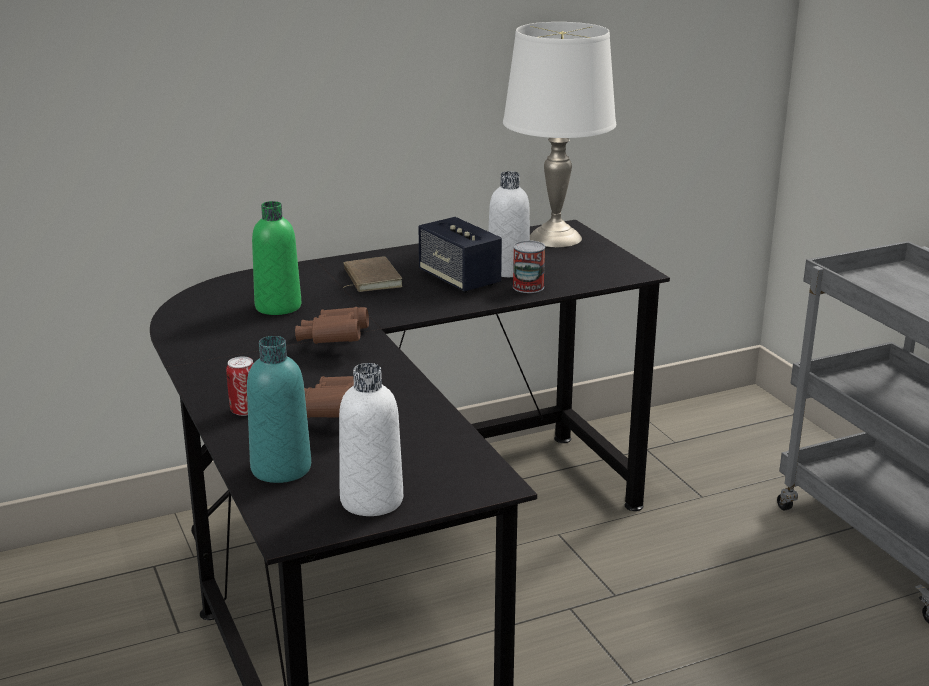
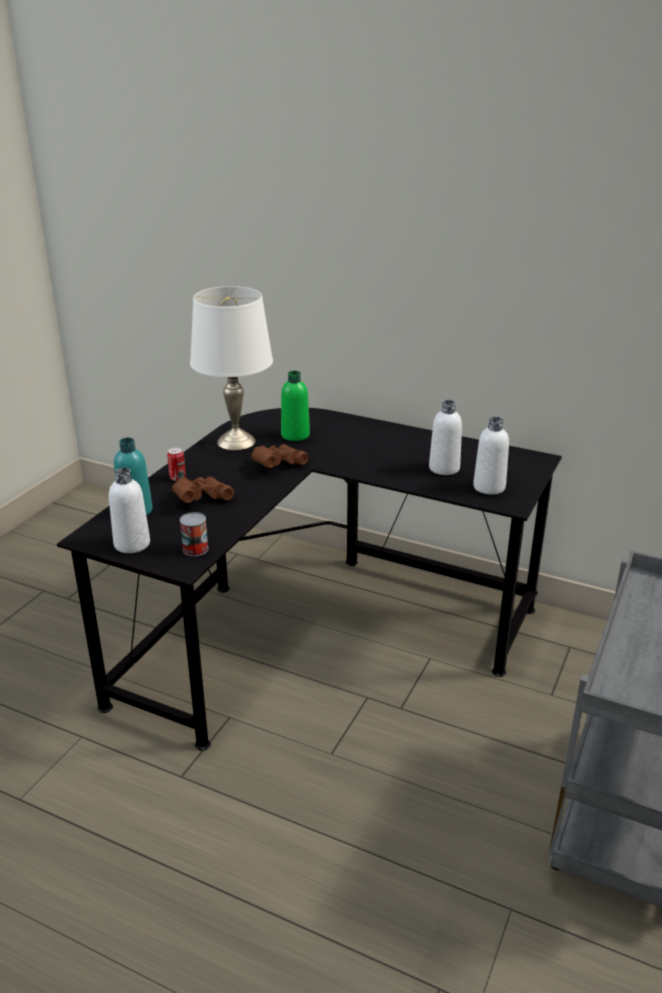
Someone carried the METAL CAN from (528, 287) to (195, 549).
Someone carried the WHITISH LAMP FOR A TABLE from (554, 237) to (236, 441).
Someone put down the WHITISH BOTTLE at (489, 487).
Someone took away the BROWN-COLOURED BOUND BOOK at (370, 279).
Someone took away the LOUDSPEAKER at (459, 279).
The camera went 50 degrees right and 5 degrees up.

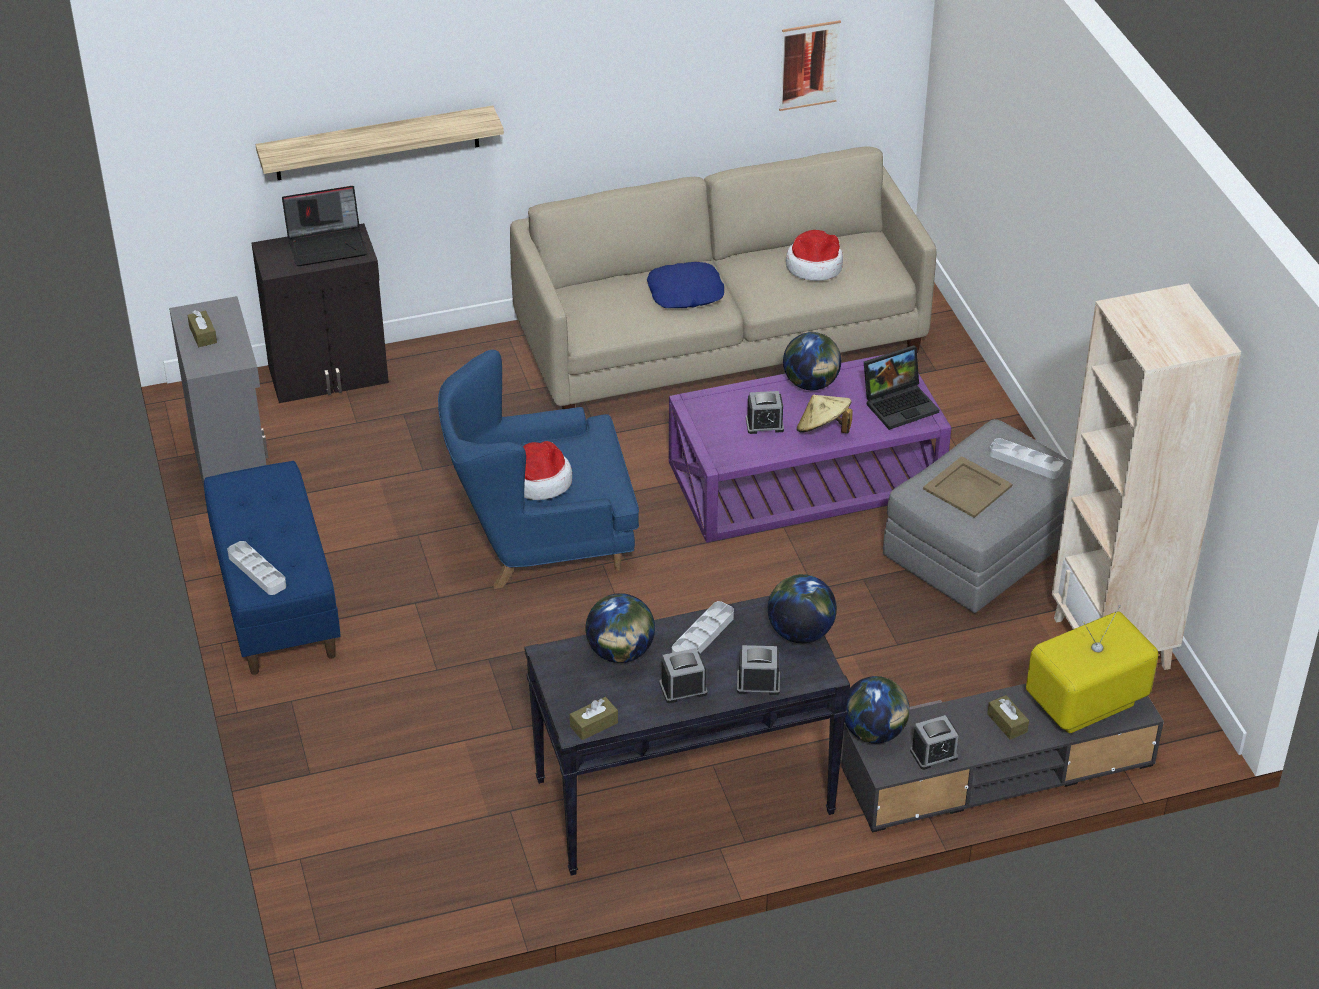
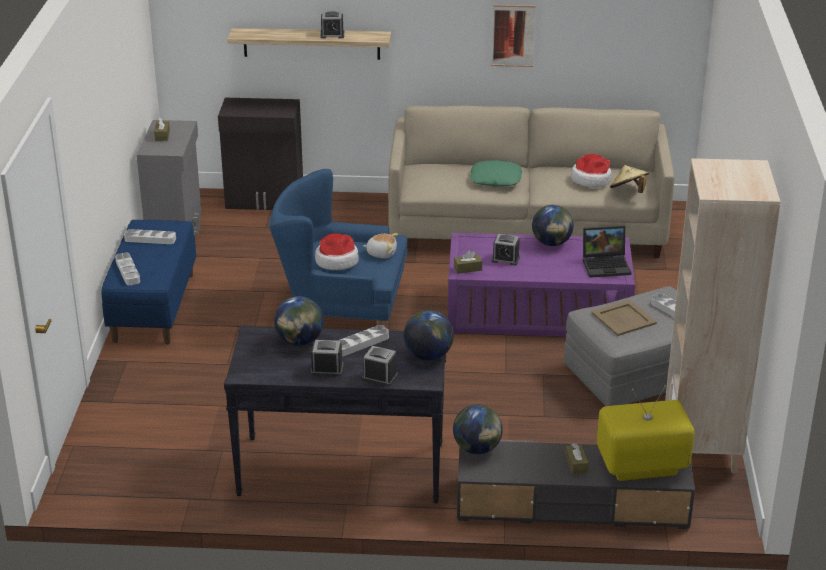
Someone put down the GREYISH CARRYING TRAY at (150, 239).
Someone carried the BEDSIDE CLOCK from (934, 754) to (332, 35).
Someone put down the SOFT TOY at (381, 253).
Someone carried the BROWN-COLOURED TISSUE BOX from (594, 724) to (467, 268).
Someone repainted the BLUE CUSHION at (685, 293), which became the GREEN CUSHION at (495, 179).
Someone carried the WALL PICTURE from (809, 65) to (513, 35).
Someone carried the SAND-COLOURED CLOTHING HAT from (823, 430) to (628, 191).
Someone took away the PORTABLE COMPUTER at (328, 244).
The camera went 20 degrees right and 10 degrees down.

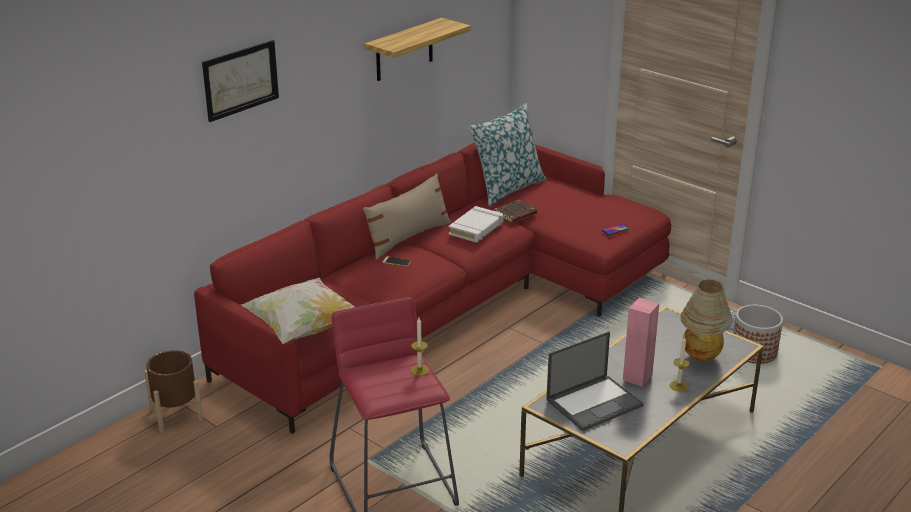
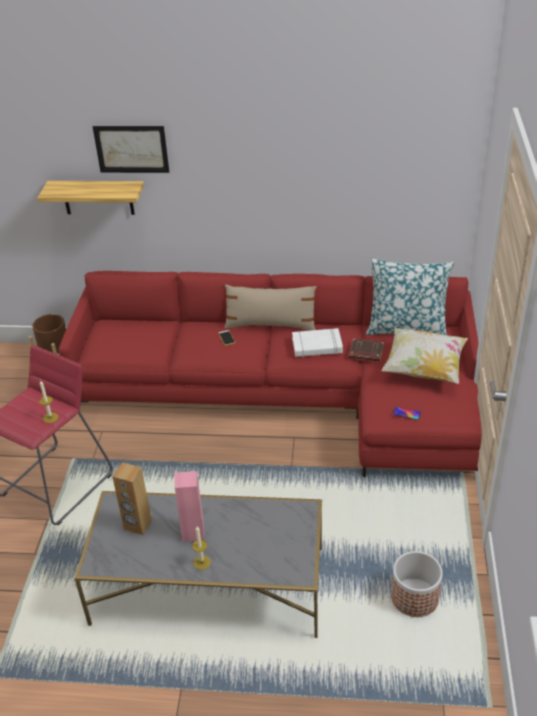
Someone carried the BRACKET SHELF from (404, 50) to (98, 197).
Someone swapped the PORTABLE COMPUTER at (595, 402) for the BROWN-COLOURED LOUDSPEAKER at (137, 525).
Someone carried the CUSHION from (303, 329) to (424, 369).
Someone took away the LAMP FOR A TABLE at (701, 356).
The camera went 55 degrees right and 10 degrees up.

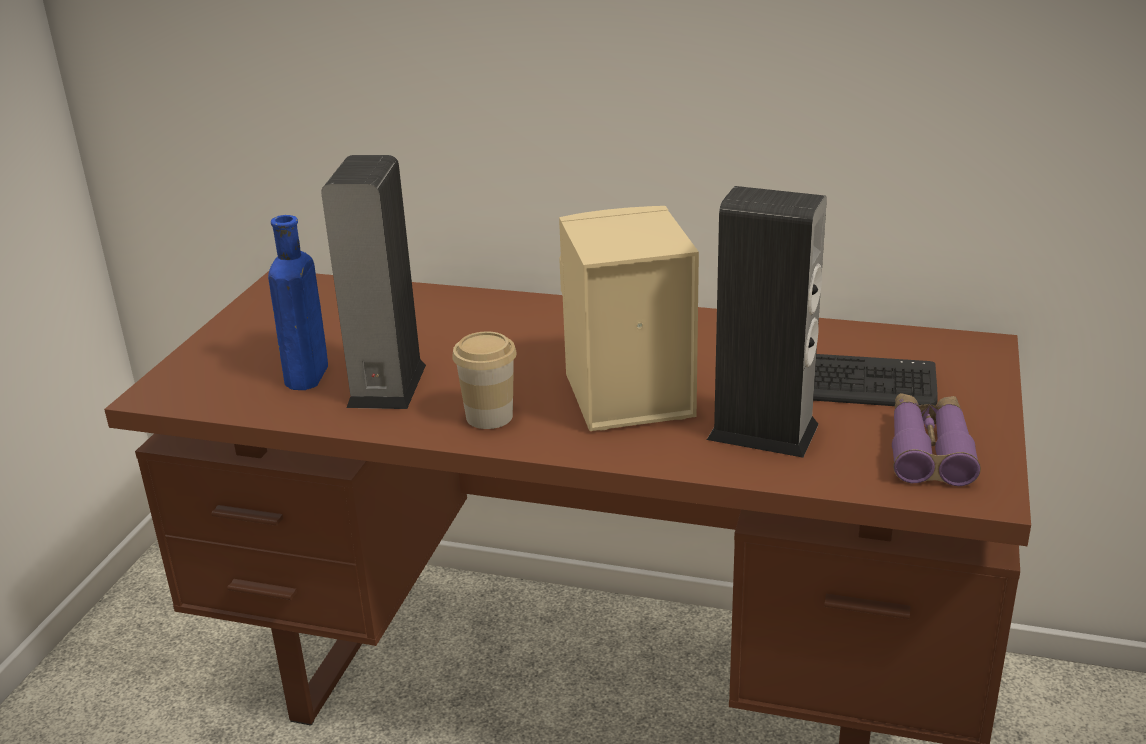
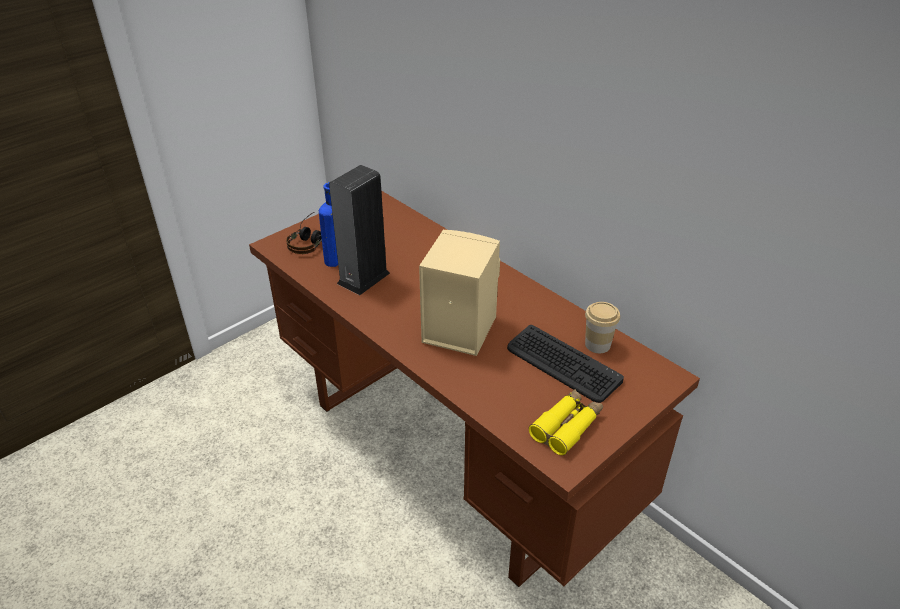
Someone put down the HEADPHONES at (308, 241).
Someone repainted the PURPLISH BINOCULARS at (929, 450), which became the YELLOW-COLOURED BINOCULARS at (567, 426).
Someone carried the SMALL CUP from (489, 416) to (597, 344).
Someone took away the LOUDSPEAKER at (762, 431).
The camera went 30 degrees right and 10 degrees up.

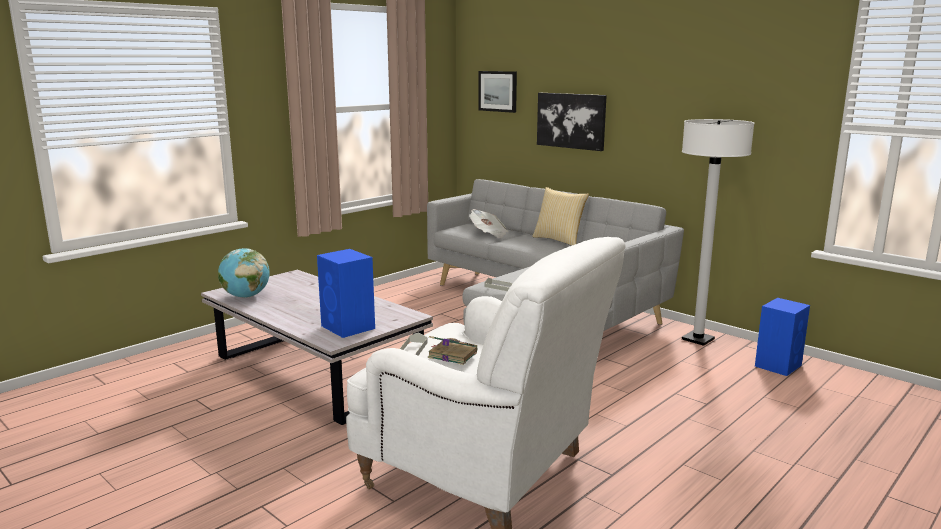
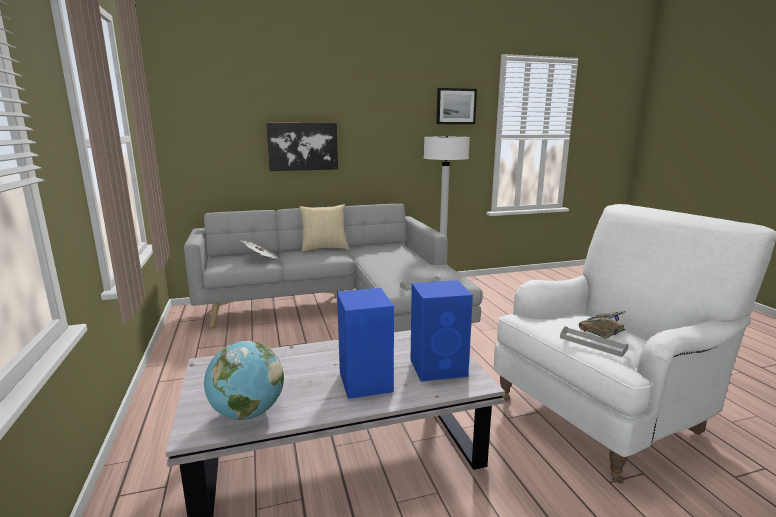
Someone carried the BLUE LOUDSPEAKER from (778, 365) to (365, 380).
Someone carried the WALL PICTURE from (498, 91) to (456, 106).
The camera went 60 degrees left and 0 degrees up.

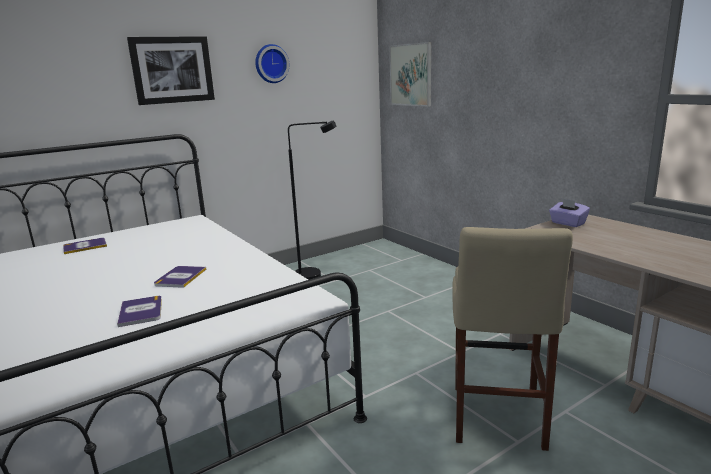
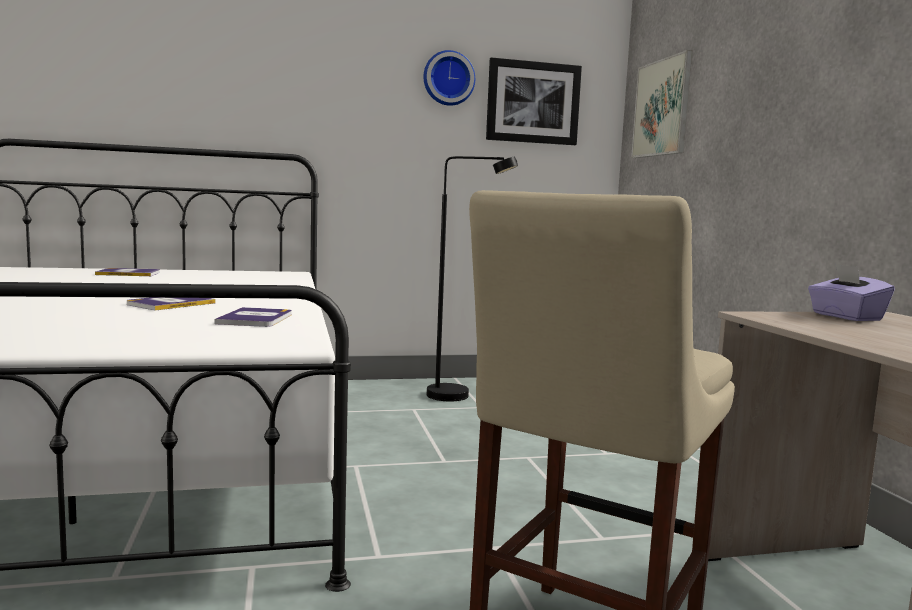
Someone carried the BOUND BOOK from (141, 311) to (255, 319).
Someone carried the WALL PICTURE from (172, 70) to (533, 102).
The camera went 20 degrees right and 10 degrees down.

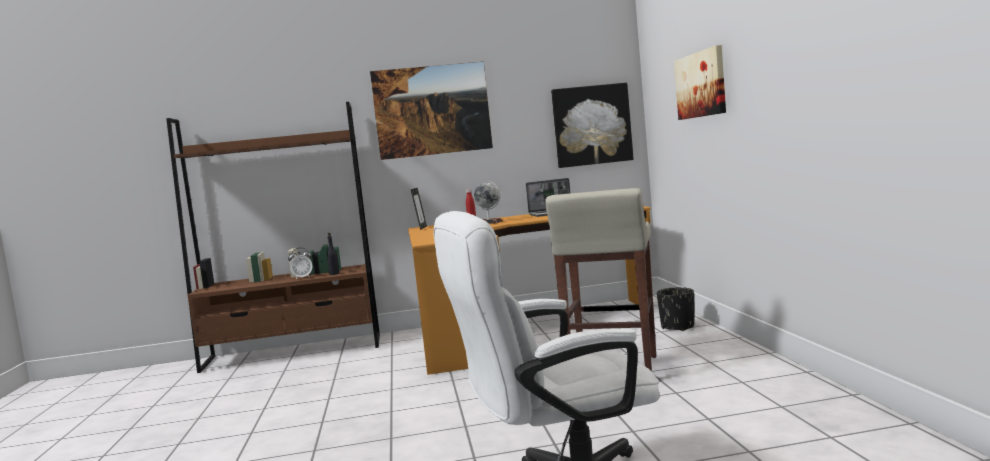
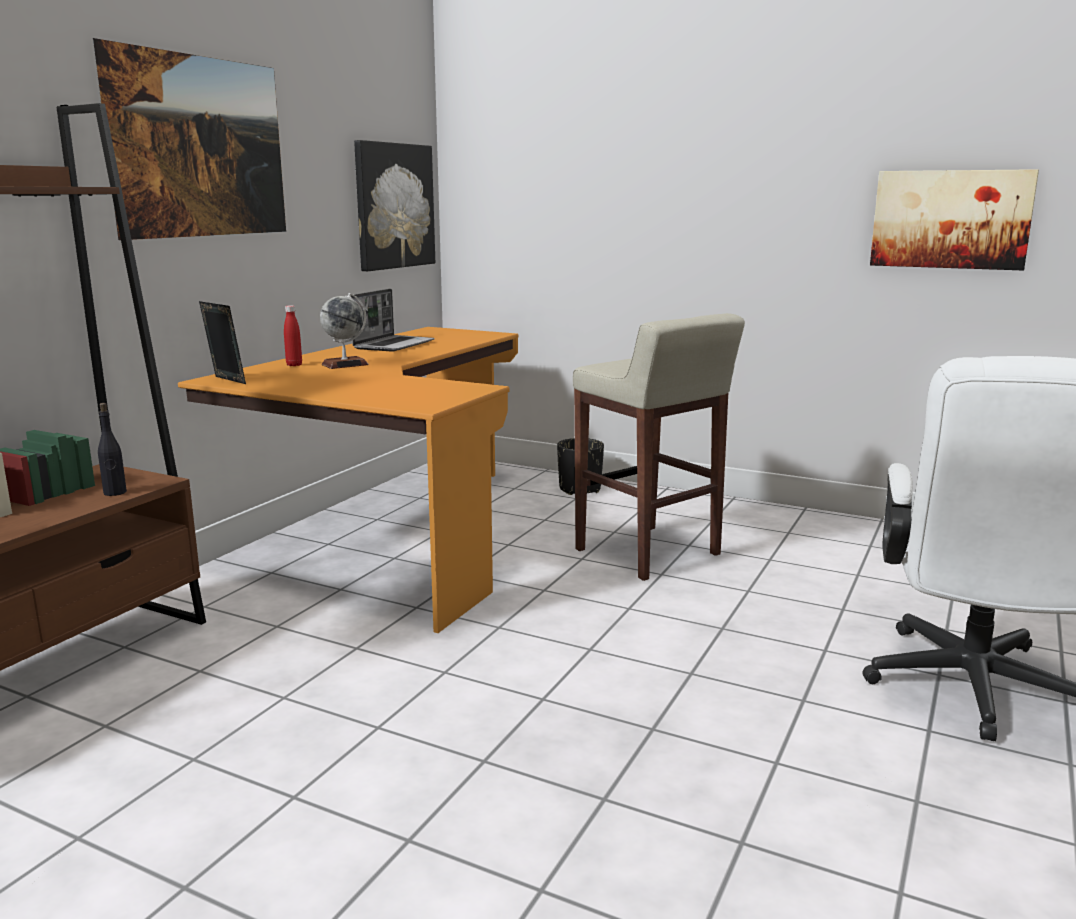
Someone carried the WALL PICTURE from (701, 84) to (950, 219).
Someone took away the BEDSIDE CLOCK at (302, 278).
The camera went 55 degrees left and 10 degrees up.

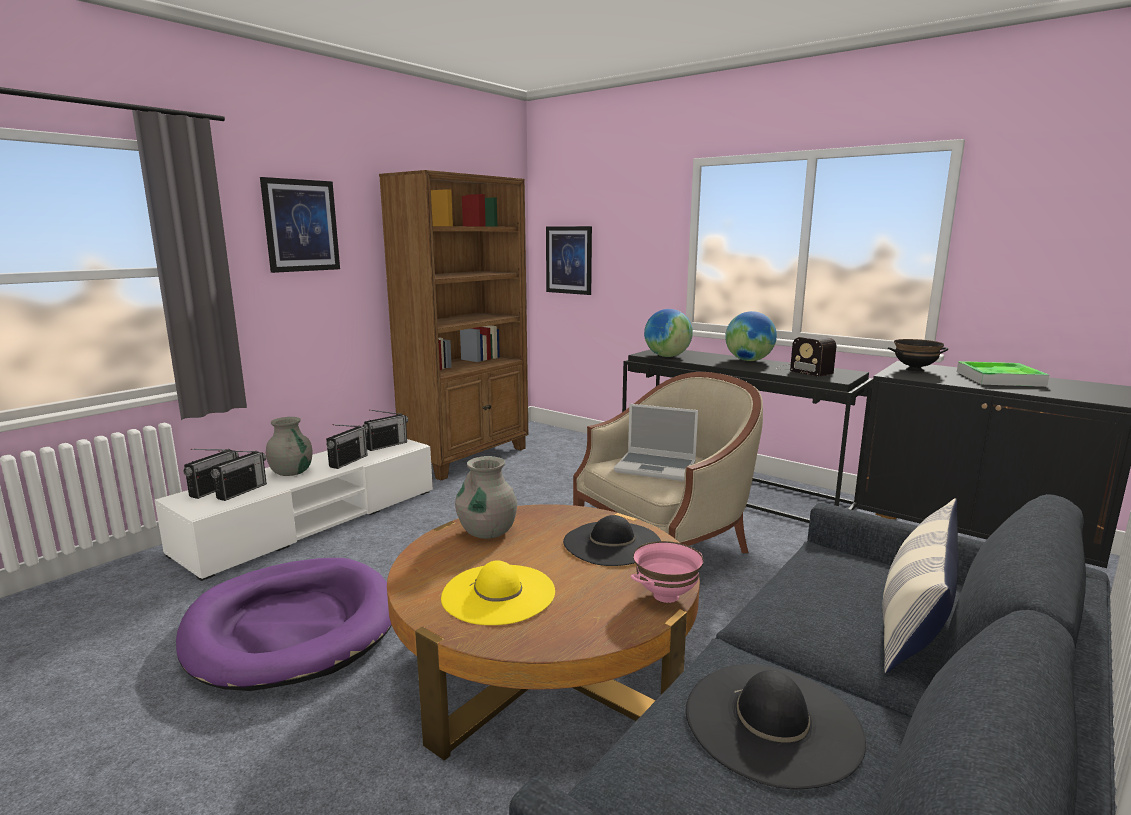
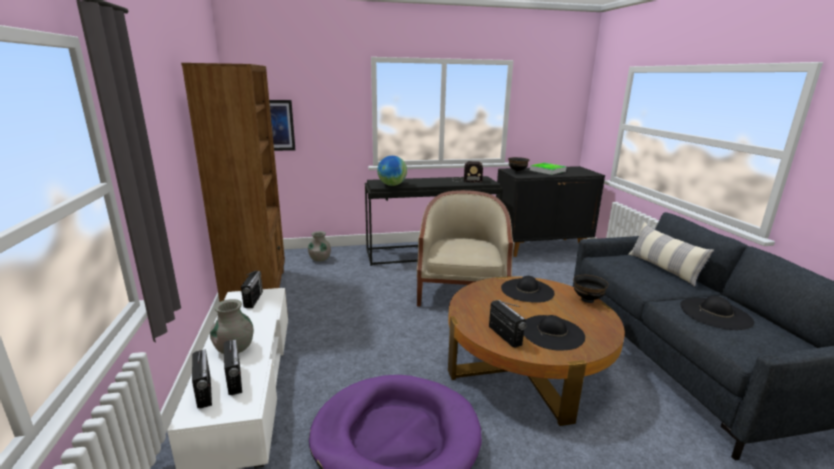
Someone carried the GREYISH VASE from (487, 532) to (320, 259).
Someone carried the RADIO RECEIVER from (348, 461) to (504, 335).
Someone repainted the YELLOW-COLOURED CLOTHING HAT at (498, 593), which became the BLACK CLOTHING HAT at (551, 332).
Someone repainted the PINK-COLOURED BOWL at (665, 595), which became the BLACK BOWL at (587, 300).
Someone took away the WALL PICTURE at (301, 225).
Someone took away the PORTABLE COMPUTER at (656, 467).
Someone took away the WORLD GLOBE at (748, 360).
The camera went 50 degrees left and 5 degrees up.

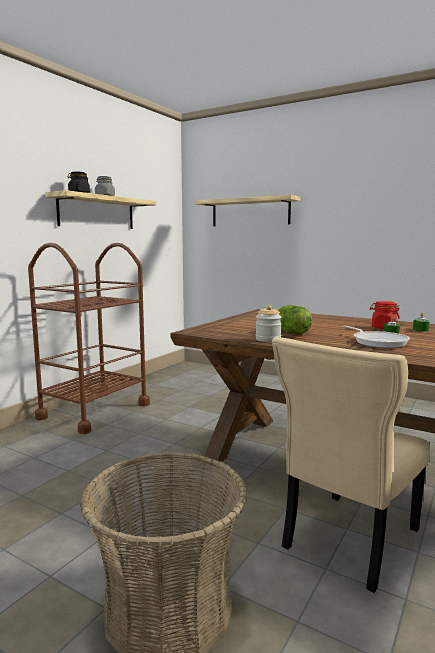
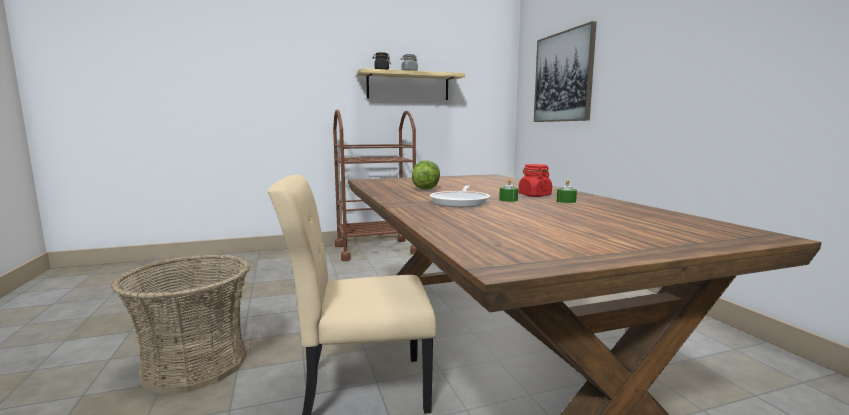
Someone swapped the BRACKET SHELF at (250, 212) for the WALL PICTURE at (563, 77).
Someone took away the JAR at (268, 339).
The camera went 40 degrees right and 0 degrees up.

